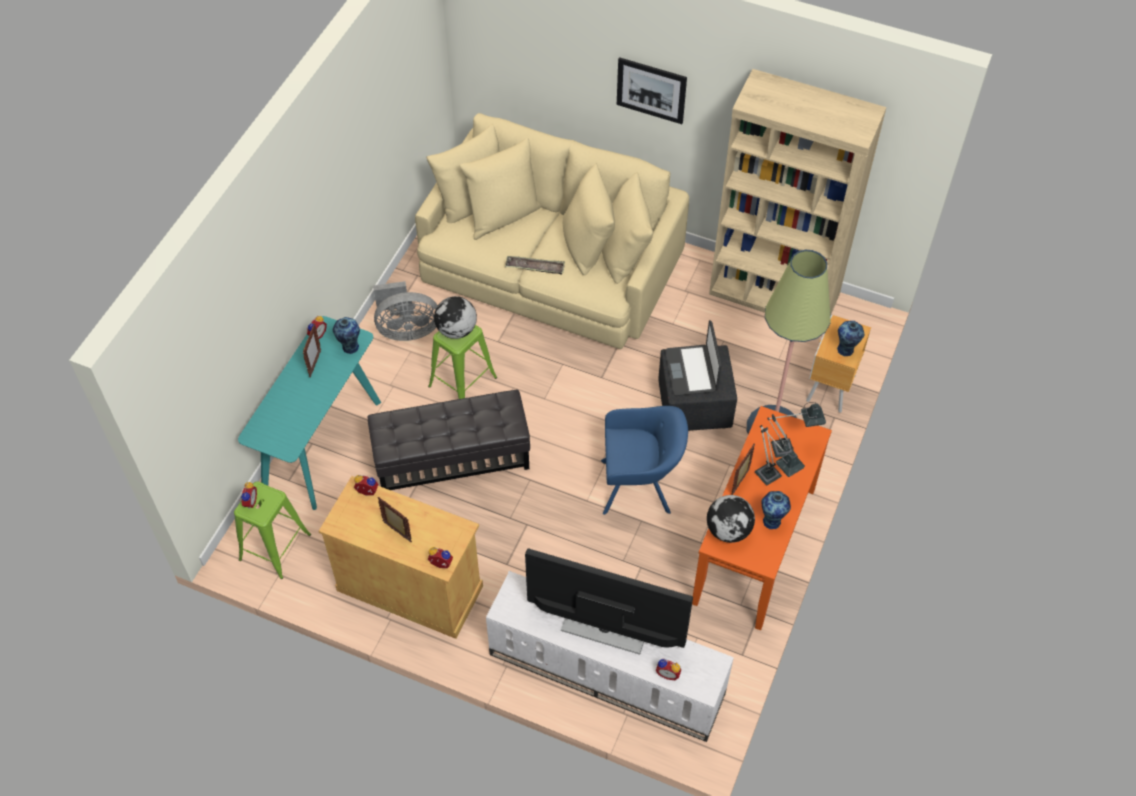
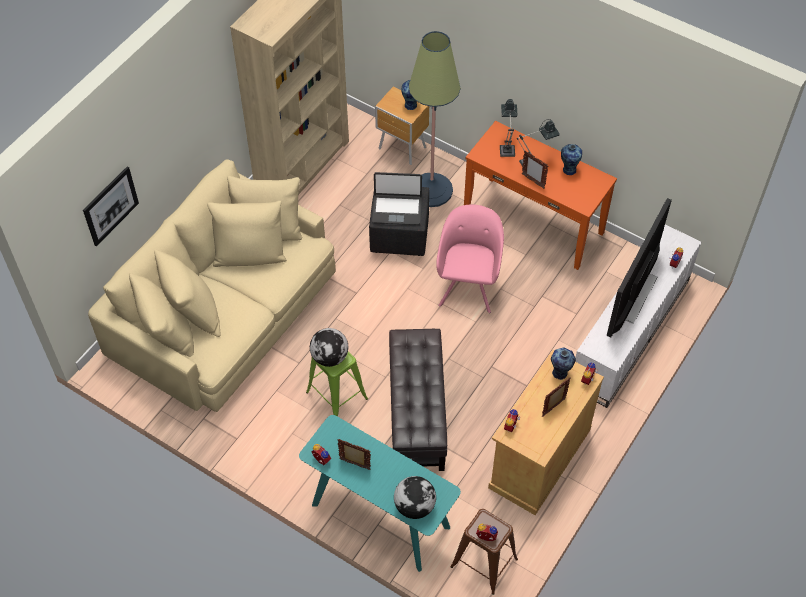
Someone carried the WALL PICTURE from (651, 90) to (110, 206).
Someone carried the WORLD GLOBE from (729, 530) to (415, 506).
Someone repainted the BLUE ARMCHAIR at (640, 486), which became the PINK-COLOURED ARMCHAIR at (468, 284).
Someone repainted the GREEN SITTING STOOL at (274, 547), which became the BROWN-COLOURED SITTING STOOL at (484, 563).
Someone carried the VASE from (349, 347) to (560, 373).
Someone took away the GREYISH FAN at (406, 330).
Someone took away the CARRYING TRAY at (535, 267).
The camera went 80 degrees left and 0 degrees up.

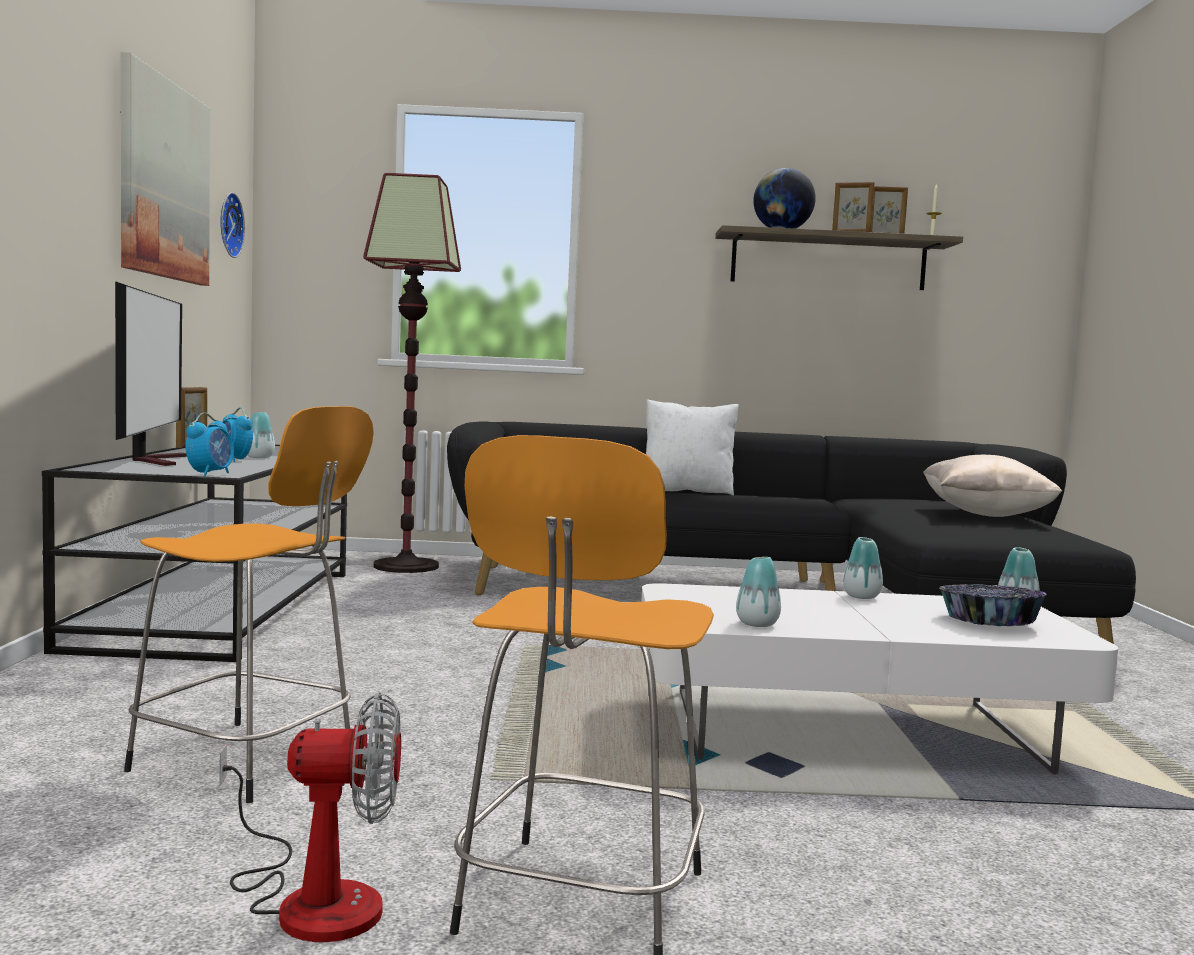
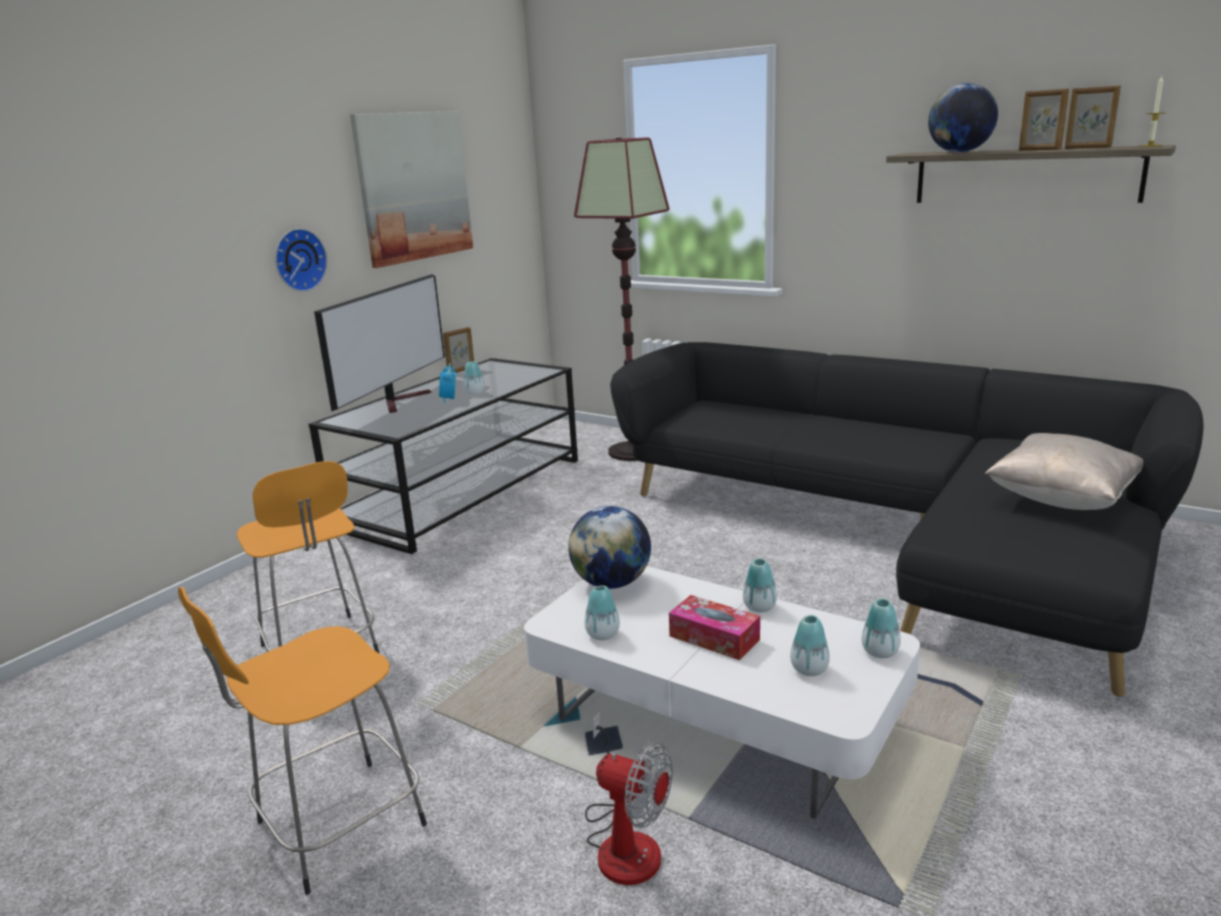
Someone carried the CLOCK ON THE WALL from (227, 225) to (298, 260).
Someone put down the WORLD GLOBE at (611, 583).
Someone carried the FAN from (311, 898) to (624, 840).
Someone put down the TISSUE BOX at (714, 638).
Someone swapped the BOWL at (989, 622) for the VASE at (809, 669).
Someone took away the BEDSIDE CLOCK at (210, 474).
Someone took away the WHITISH CUSHION at (686, 491).
The camera went 35 degrees right and 15 degrees up.

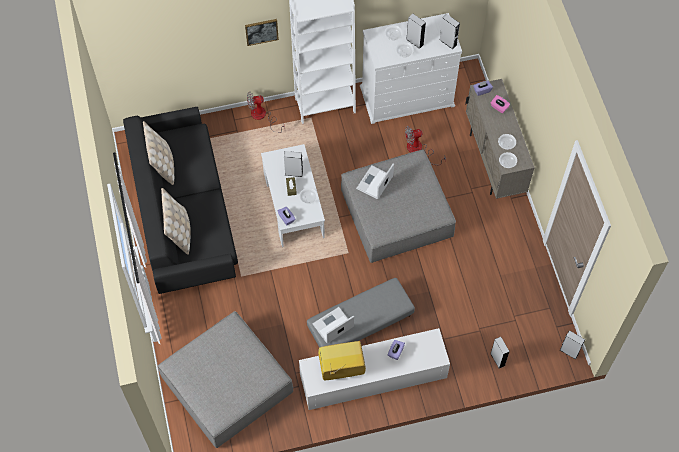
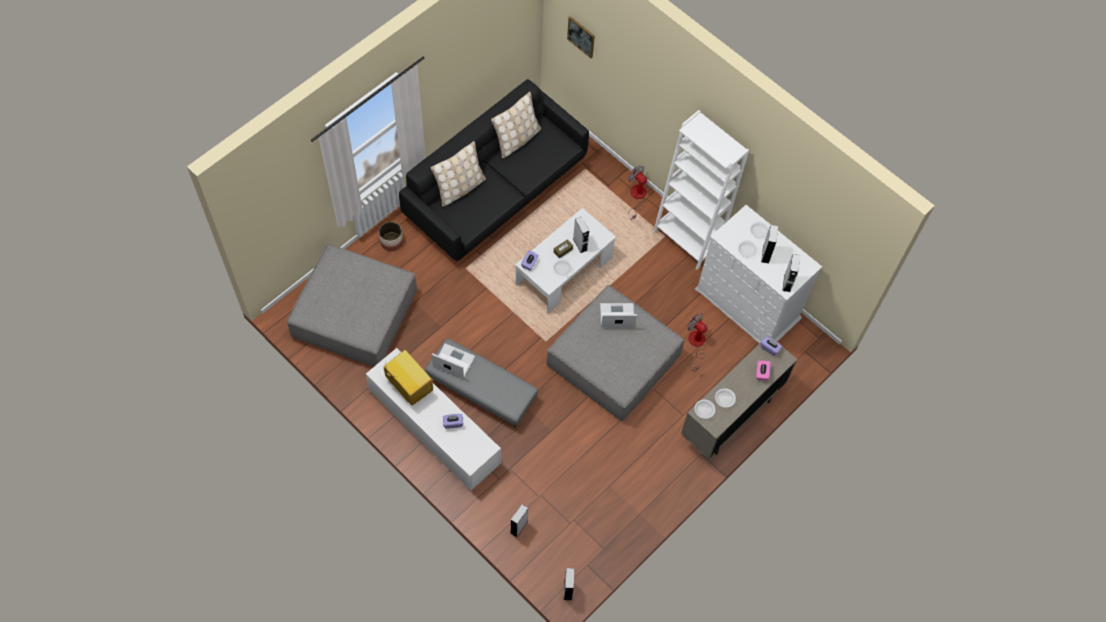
Someone put down the PLANTER at (391, 241).
Someone carried the WALL PICTURE from (261, 31) to (581, 36).
The camera went 55 degrees right and 0 degrees up.

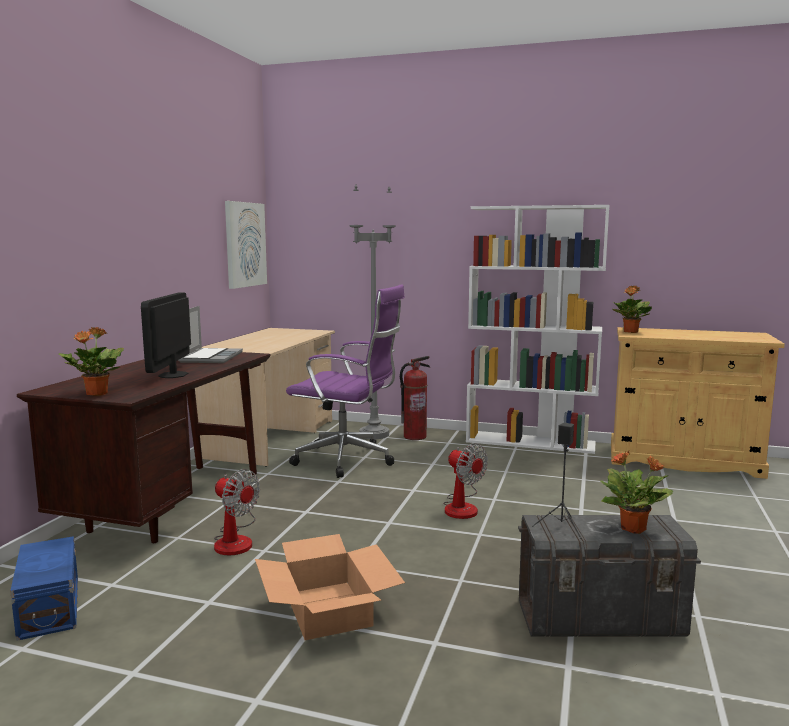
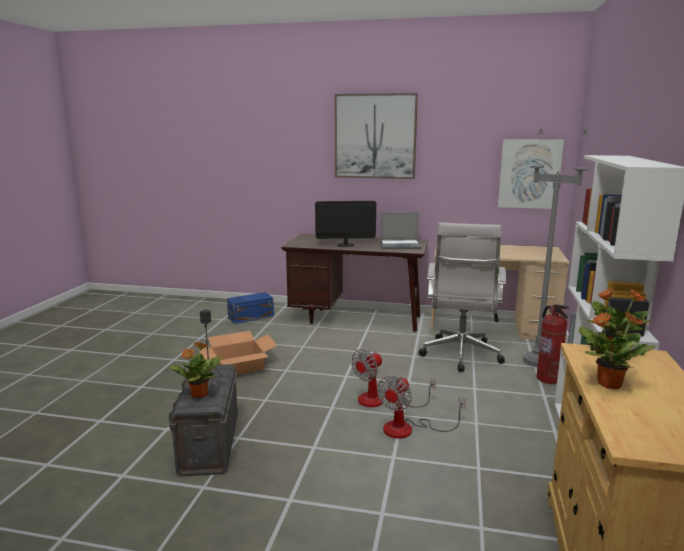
Someone put up the WALL PICTURE at (375, 136).
Someone carried the FAN from (235, 540) to (408, 429).
Someone repainted the PURPLISH OFFICE CHAIR at (348, 460), which became the WHITISH OFFICE CHAIR at (460, 356).
Someone carried the HOUSEPLANT from (96, 394) to (608, 384).
The camera went 85 degrees right and 5 degrees up.

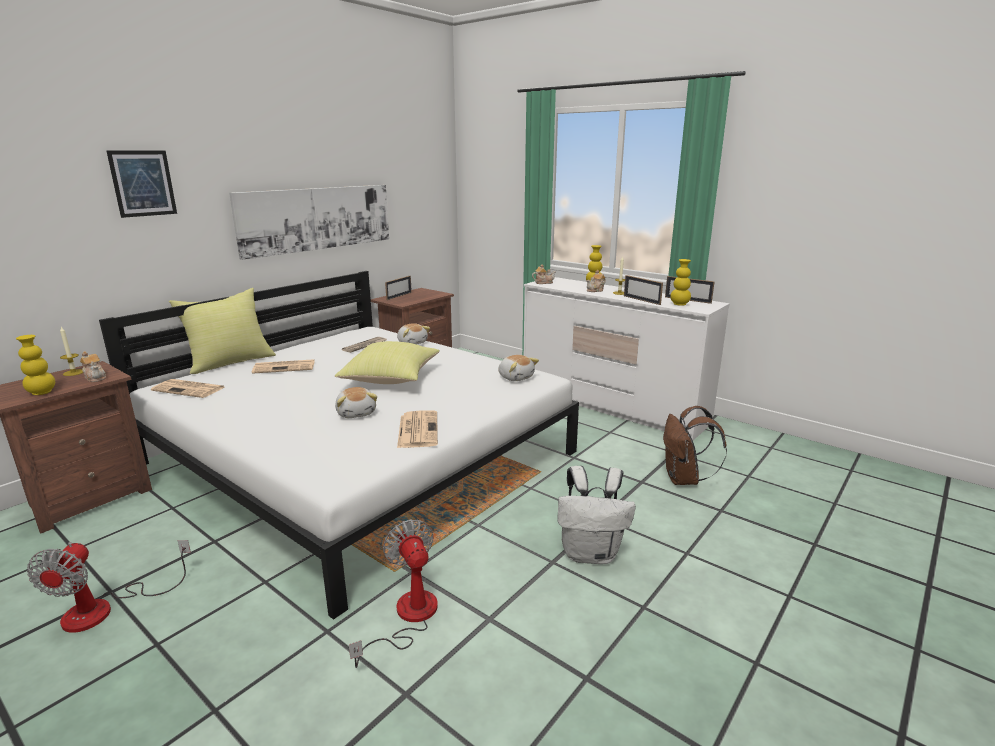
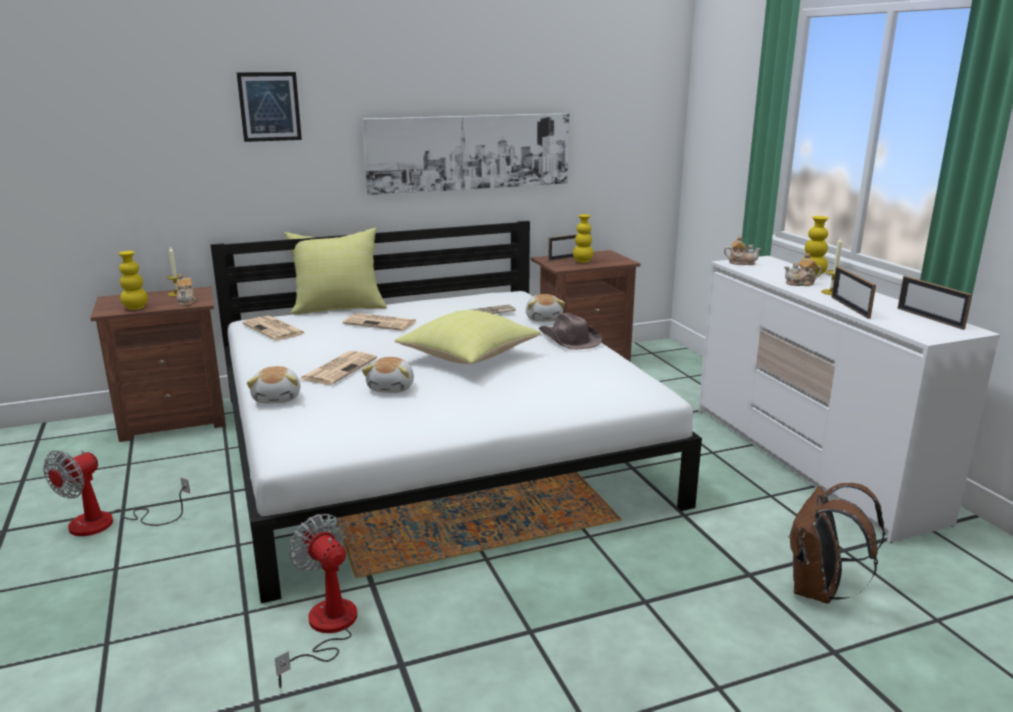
Someone carried the SOFT TOY from (516, 377) to (278, 398).
Someone rotated the FAN at (407, 617) by 45 degrees counterclockwise.
Someone carried the PRINTED PAPER from (417, 429) to (339, 368).
Someone put down the BROWN-COLOURED CLOTHING HAT at (569, 340).
Someone carried the YELLOW-COLOURED VASE from (679, 304) to (582, 261).
Someone took away the WHITISH RUCKSACK at (591, 553).
The camera went 30 degrees right and 0 degrees up.

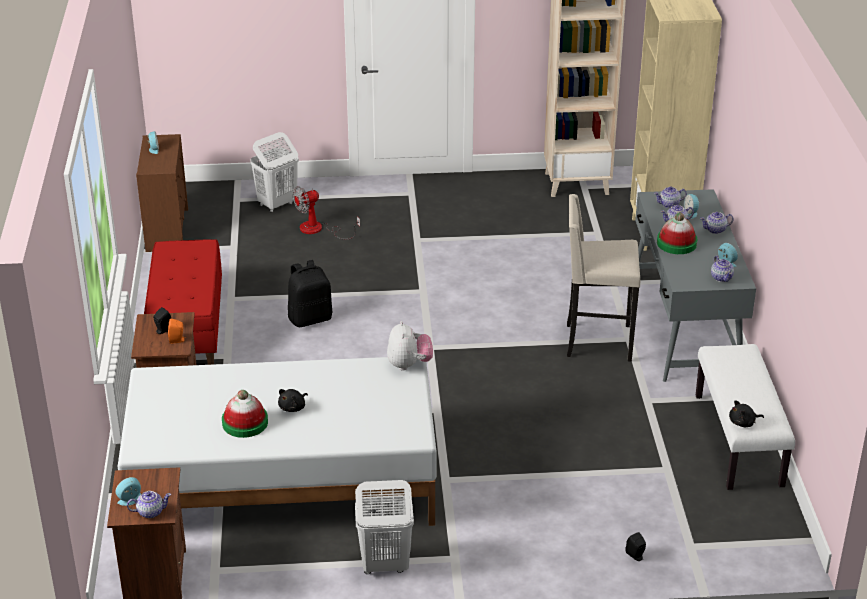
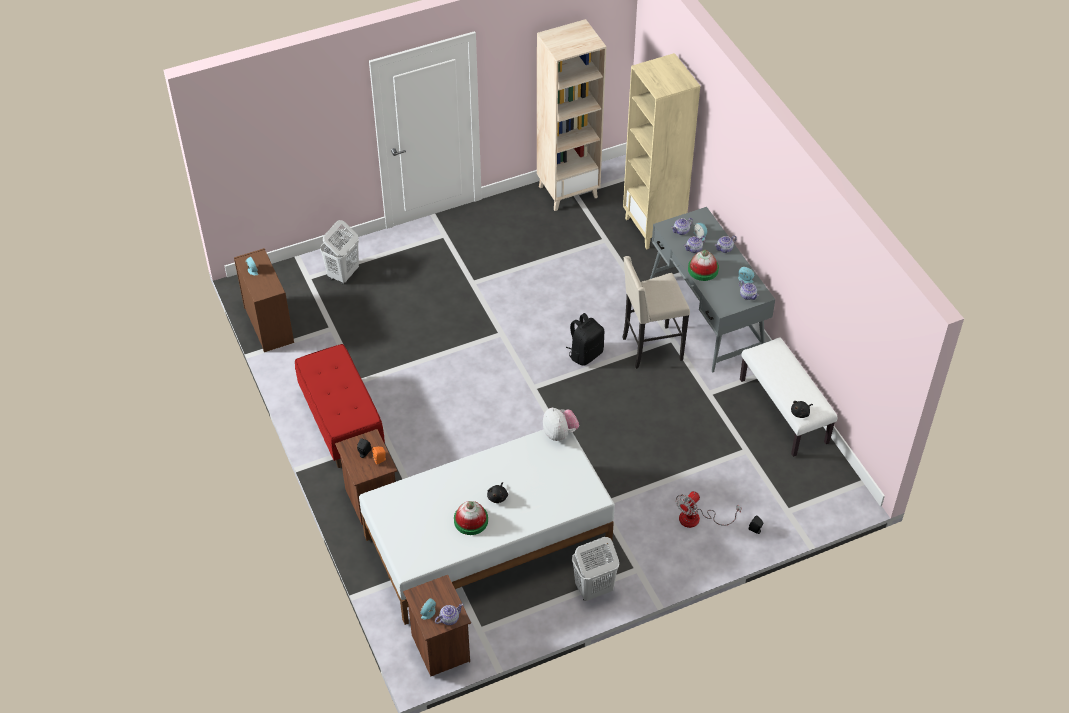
Someone carried the BLACK RUCKSACK from (310, 318) to (585, 354).
Someone carried the FAN from (318, 230) to (697, 519).
The camera went 20 degrees left and 15 degrees up.

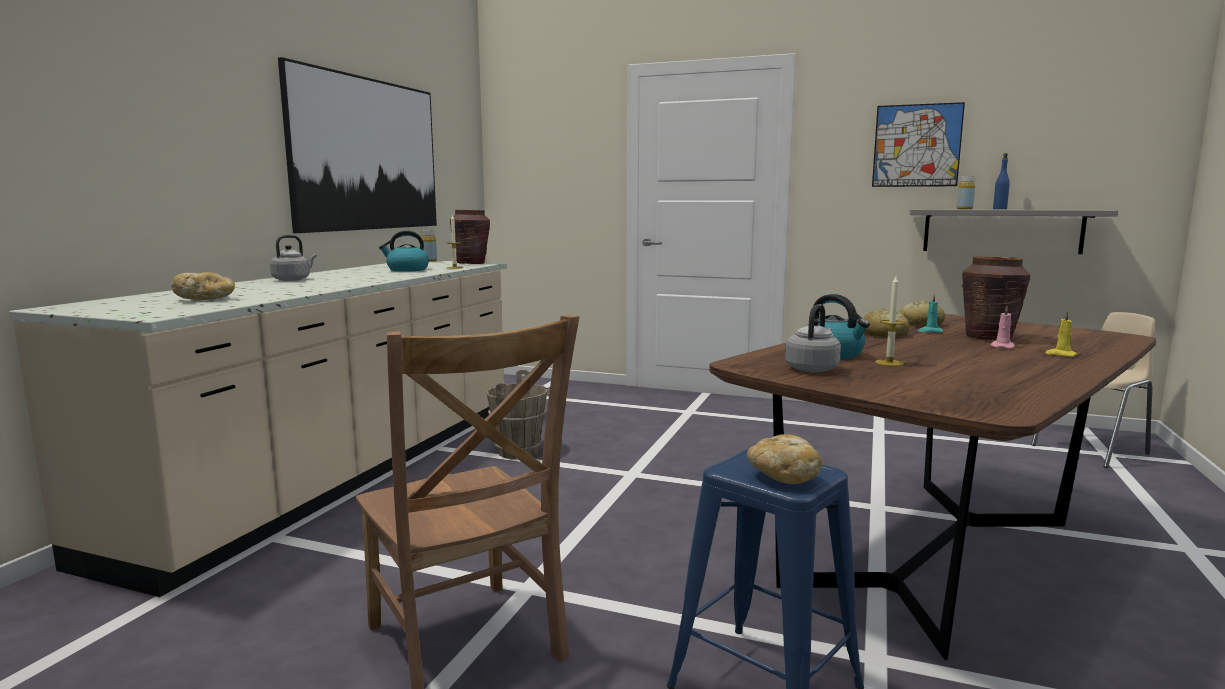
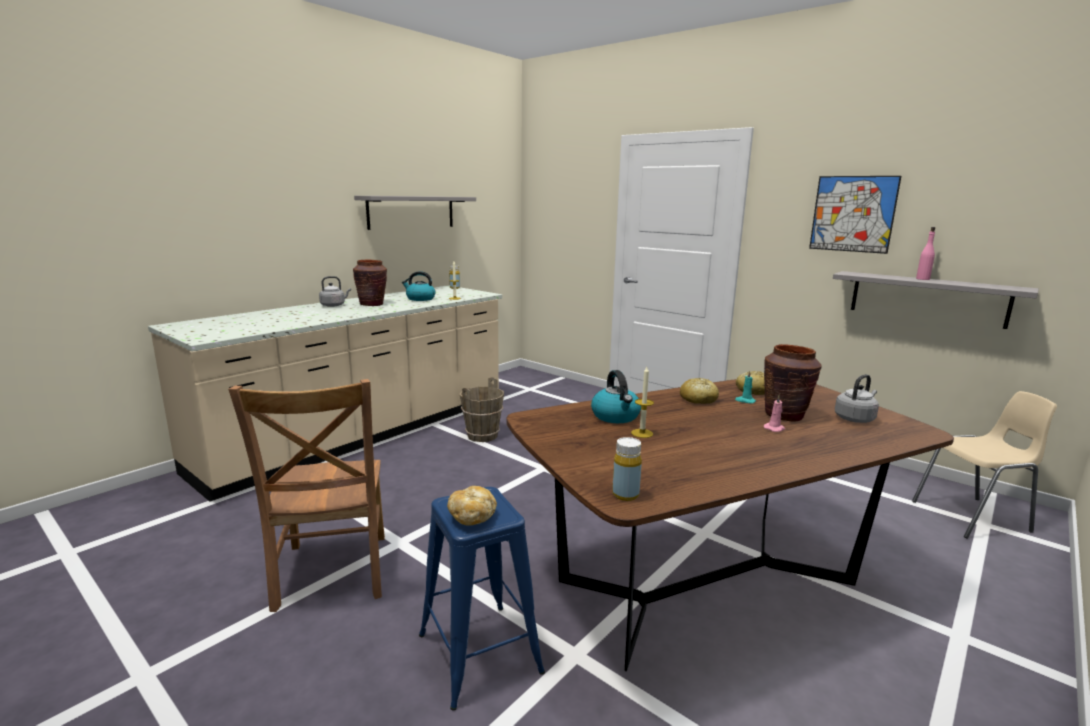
Someone carried the BROWN-COLOURED VASE from (471, 263) to (372, 304).
Someone swapped the WALL PICTURE at (367, 154) for the GREYISH BRACKET SHELF at (411, 212).
Someone carried the YELLOW-COLOURED BOTTLE from (964, 209) to (625, 495).
Someone carried the GREYISH KETTLE from (813, 368) to (855, 418).
Someone repainted the BLUE BOTTLE at (999, 209), which became the PINK-COLOURED BOTTLE at (922, 279).
Someone took away the BAKERY BREAD at (206, 299).
Someone took away the YELLOW-COLOURED WAX LIGHT at (1060, 355).
The camera went 20 degrees right and 5 degrees up.

